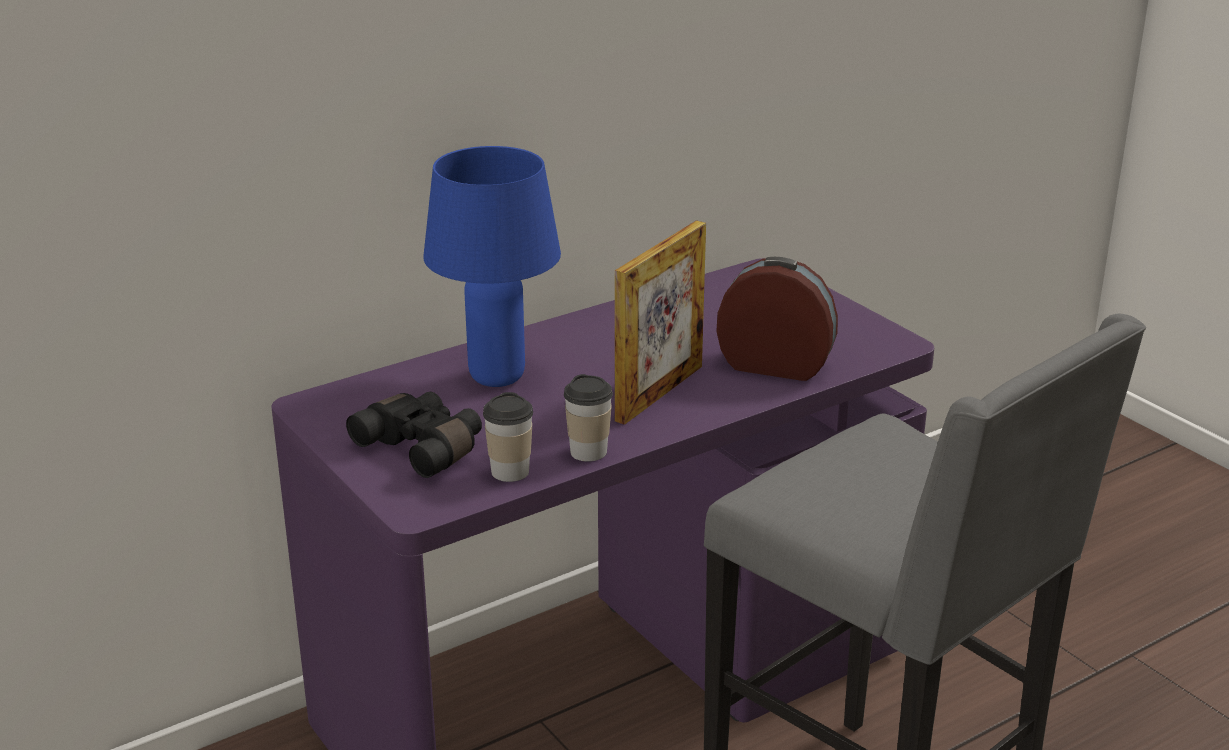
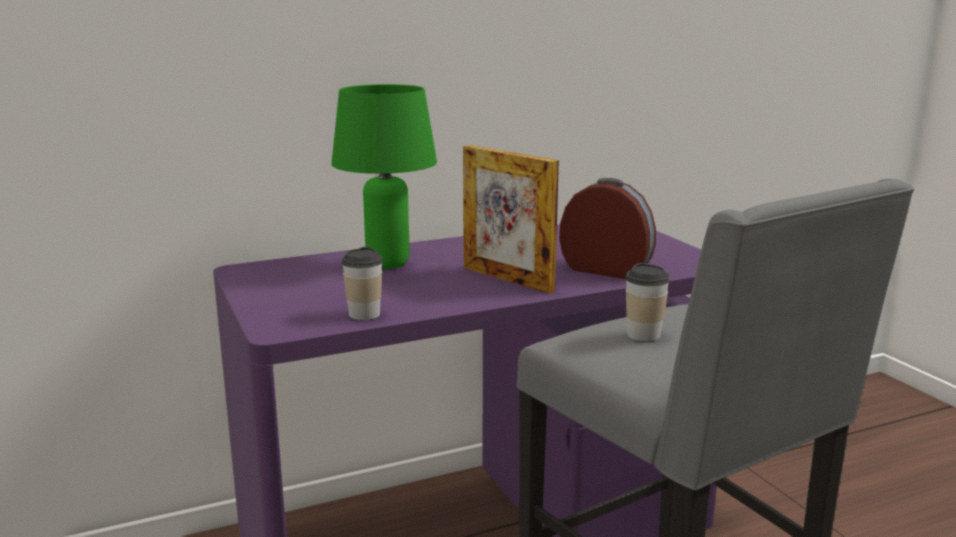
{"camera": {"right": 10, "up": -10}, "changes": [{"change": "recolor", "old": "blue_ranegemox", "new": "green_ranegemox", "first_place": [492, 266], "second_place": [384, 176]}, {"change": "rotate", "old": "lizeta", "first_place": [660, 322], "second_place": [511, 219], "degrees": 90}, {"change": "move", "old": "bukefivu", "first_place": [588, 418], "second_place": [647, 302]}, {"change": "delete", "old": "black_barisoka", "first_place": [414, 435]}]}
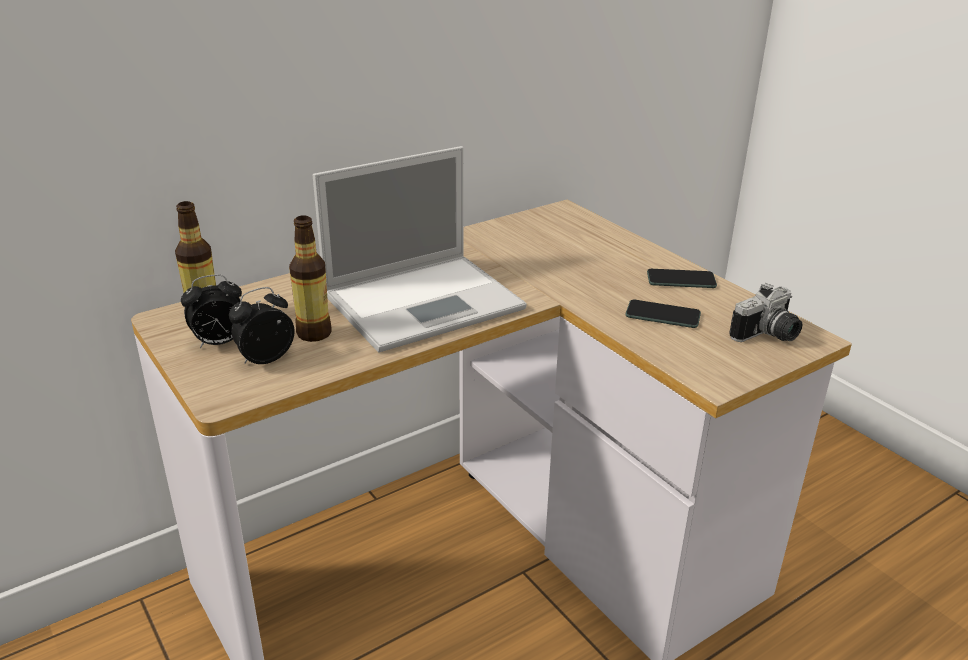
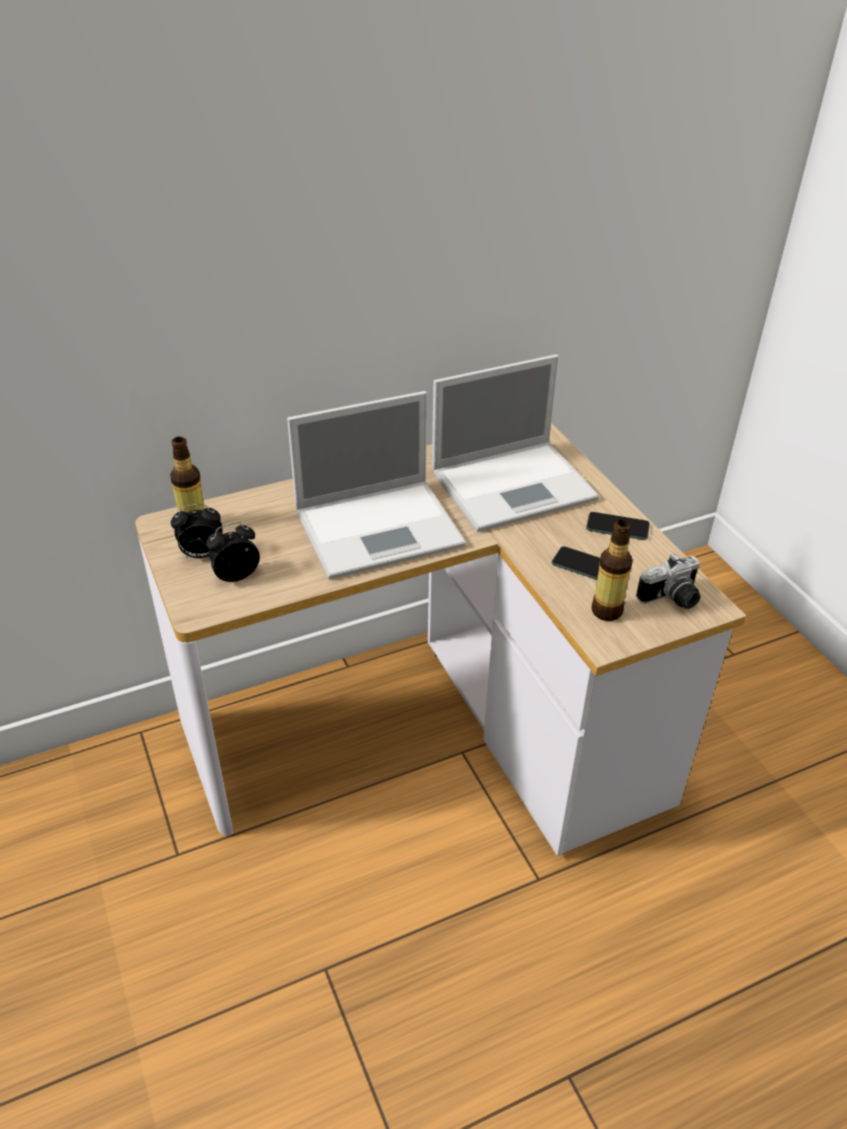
{"camera": {"right": 10, "up": 10}, "changes": [{"change": "move", "old": "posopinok", "first_place": [310, 278], "second_place": [612, 570]}, {"change": "insert", "new": "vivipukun", "second_place": [515, 443]}]}
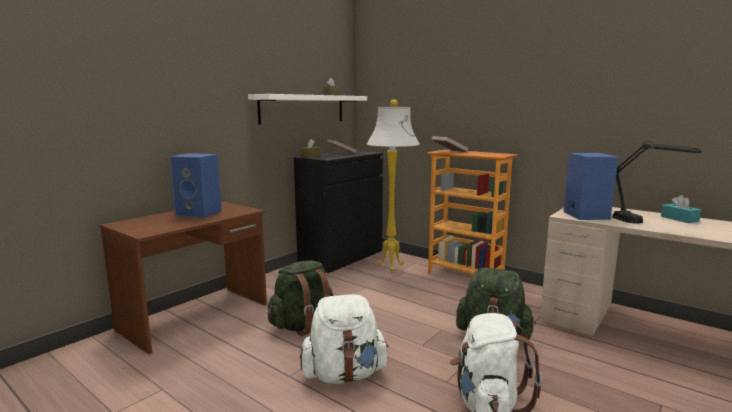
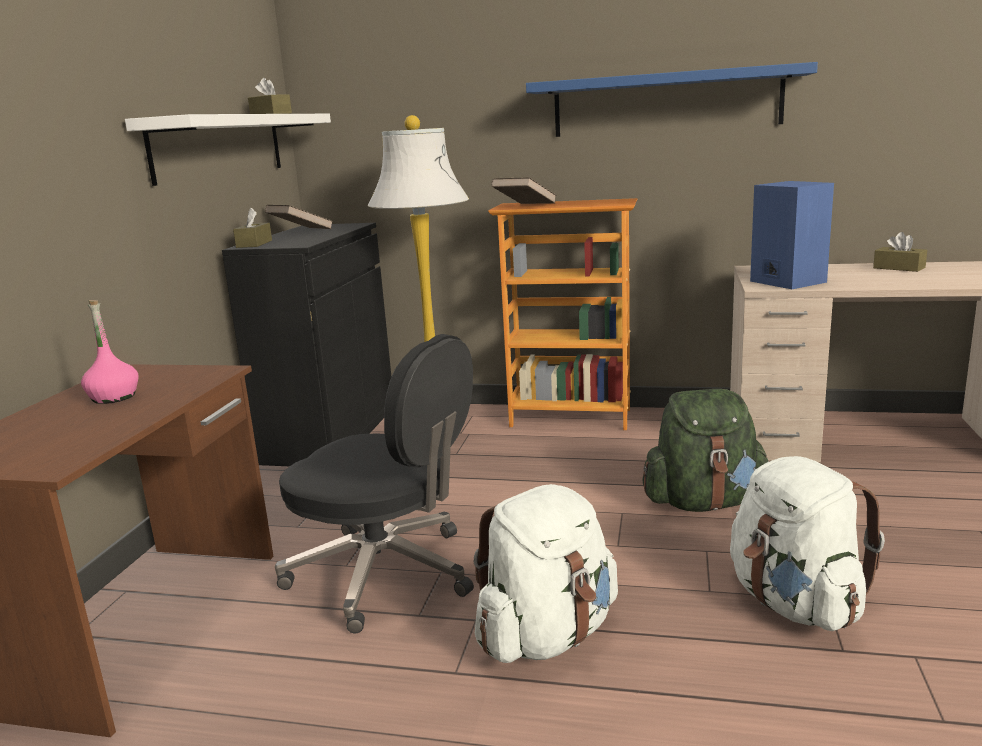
{"camera": {"right": -25, "up": 5}, "changes": [{"change": "delete", "old": "black_ranegemox", "first_place": [657, 182]}, {"change": "replace", "old": "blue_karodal", "new": "pink_posopinok", "first_place": [196, 185], "second_place": [110, 352]}, {"change": "recolor", "old": "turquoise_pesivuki", "new": "brown_pesivuki", "first_place": [681, 209], "second_place": [900, 252]}, {"change": "replace", "old": "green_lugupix", "new": "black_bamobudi", "first_place": [300, 298], "second_place": [374, 483]}, {"change": "insert", "new": "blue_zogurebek", "second_place": [672, 99]}]}
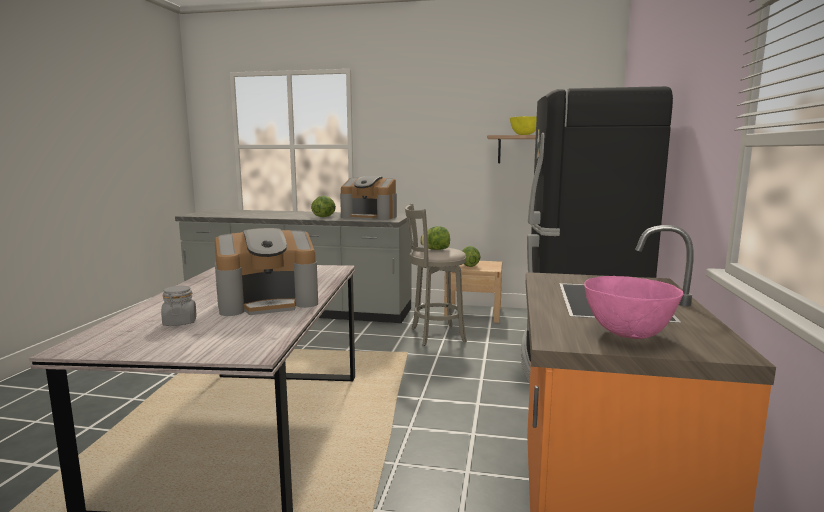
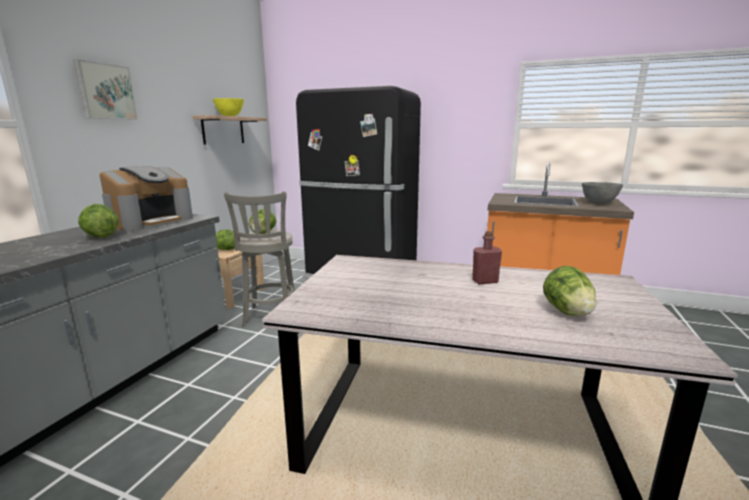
{"camera": {"right": -80, "up": 5}, "changes": [{"change": "replace", "old": "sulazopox", "new": "red_posopinok", "first_place": [266, 272], "second_place": [487, 257]}, {"change": "recolor", "old": "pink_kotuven", "new": "grey_kotuven", "first_place": [633, 307], "second_place": [602, 193]}, {"change": "replace", "old": "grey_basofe", "new": "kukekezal", "first_place": [179, 306], "second_place": [569, 291]}, {"change": "insert", "new": "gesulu", "second_place": [105, 89]}]}
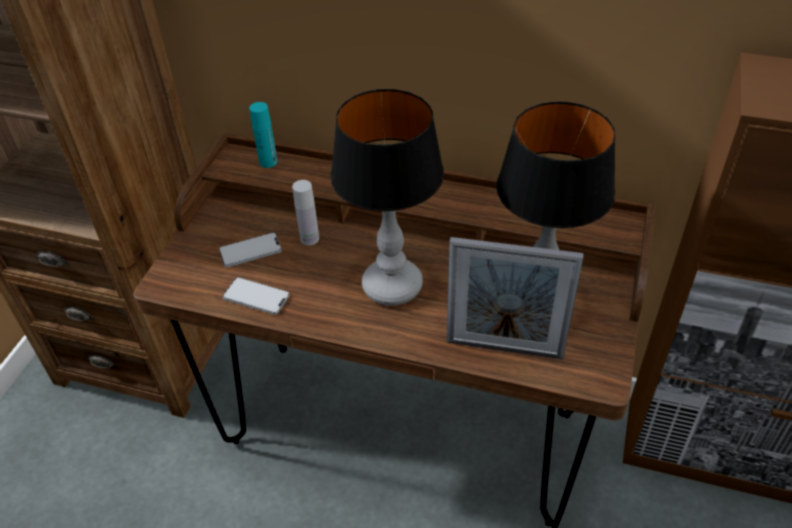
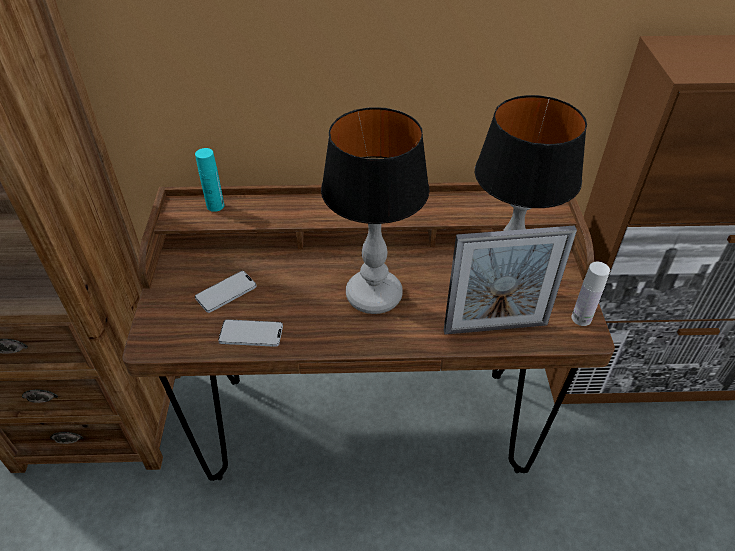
{"camera": {"right": -20, "up": 0}, "changes": [{"change": "move", "old": "white_posopinok", "first_place": [305, 212], "second_place": [591, 294]}]}
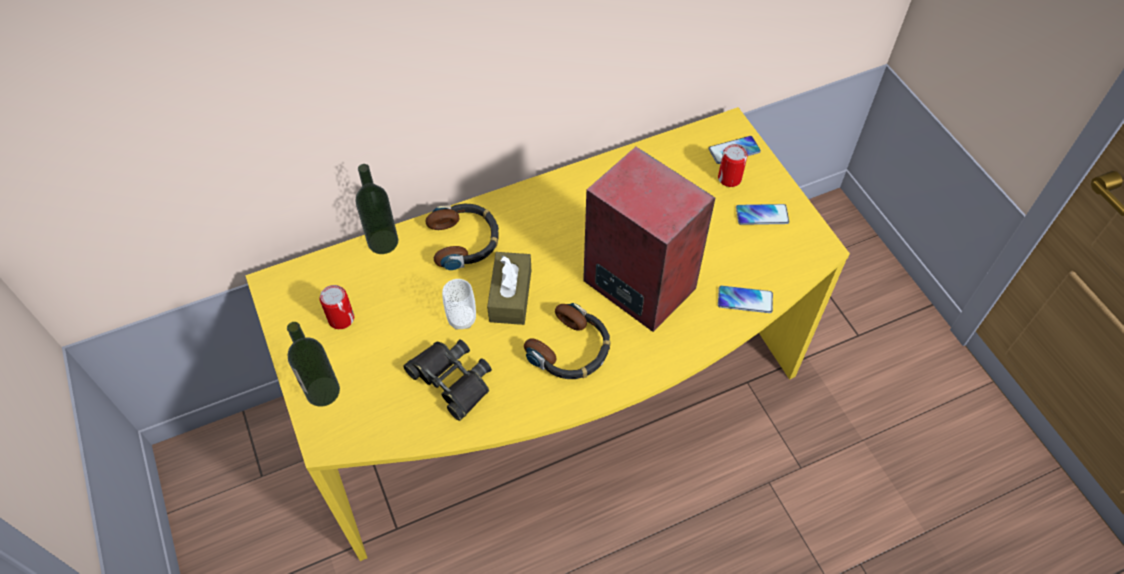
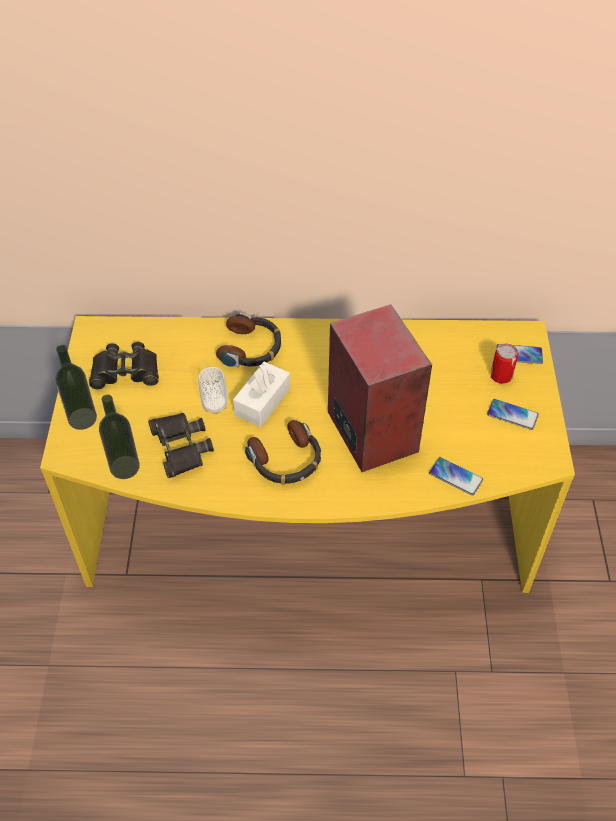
{"camera": {"right": 25, "up": -5}, "changes": [{"change": "move", "old": "posopinok", "first_place": [376, 209], "second_place": [119, 437]}, {"change": "recolor", "old": "brown_pesivuki", "new": "white_pesivuki", "first_place": [509, 288], "second_place": [261, 394]}, {"change": "replace", "old": "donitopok", "new": "black_barisoka", "first_place": [336, 307], "second_place": [124, 365]}]}
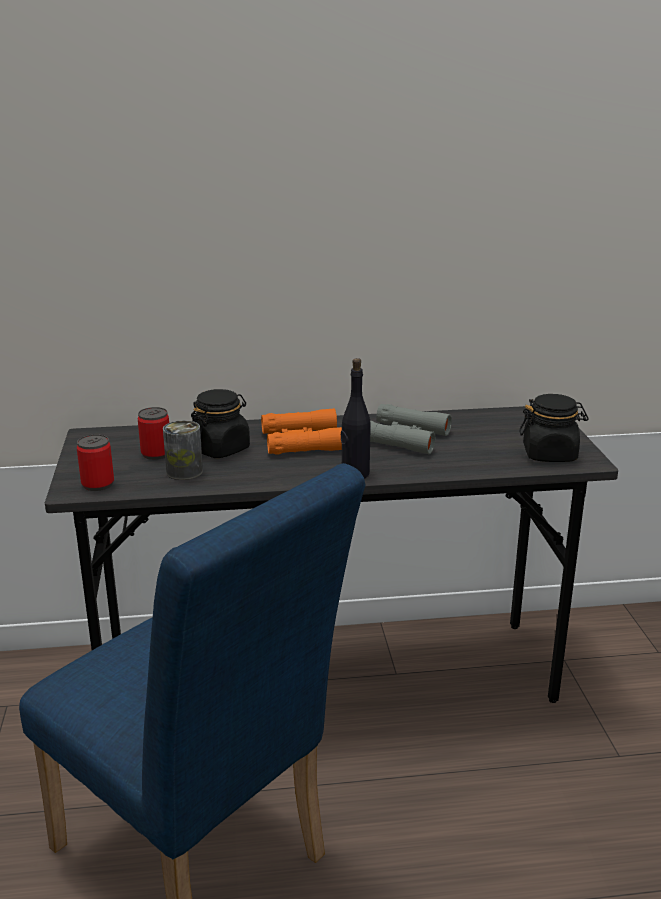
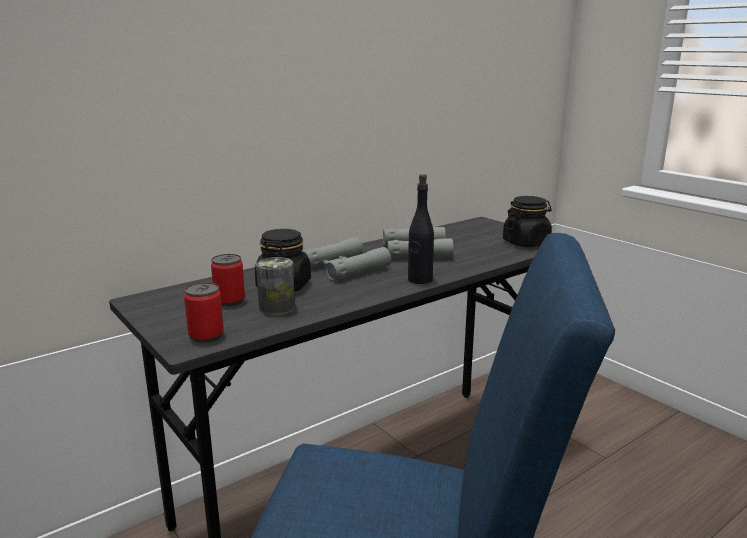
{"camera": {"right": -30, "up": -5}, "changes": [{"change": "recolor", "old": "orange_barisoka", "new": "grey_barisoka", "first_place": [301, 431], "second_place": [346, 258]}]}
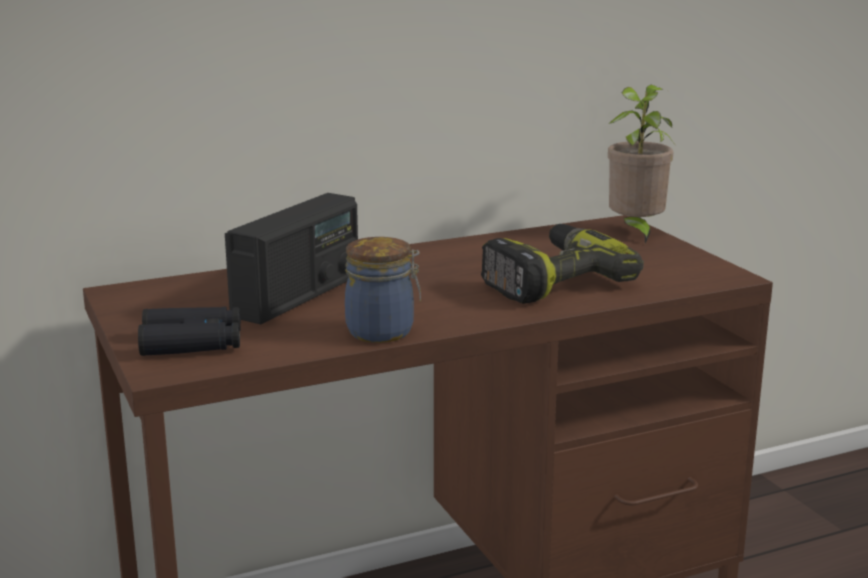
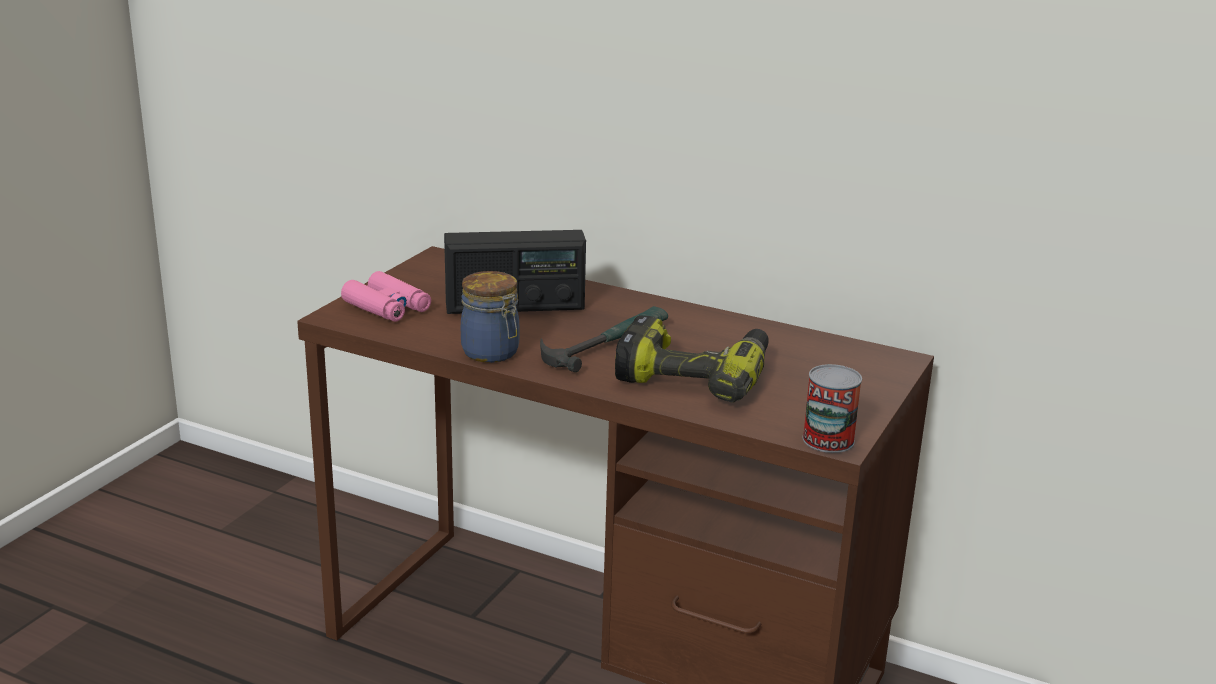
{"camera": {"right": 50, "up": 5}, "changes": [{"change": "delete", "old": "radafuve", "first_place": [641, 164]}, {"change": "recolor", "old": "black_barisoka", "new": "pink_barisoka", "first_place": [189, 331], "second_place": [386, 296]}, {"change": "insert", "new": "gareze", "second_place": [604, 339]}, {"change": "insert", "new": "donitopok", "second_place": [832, 408]}]}
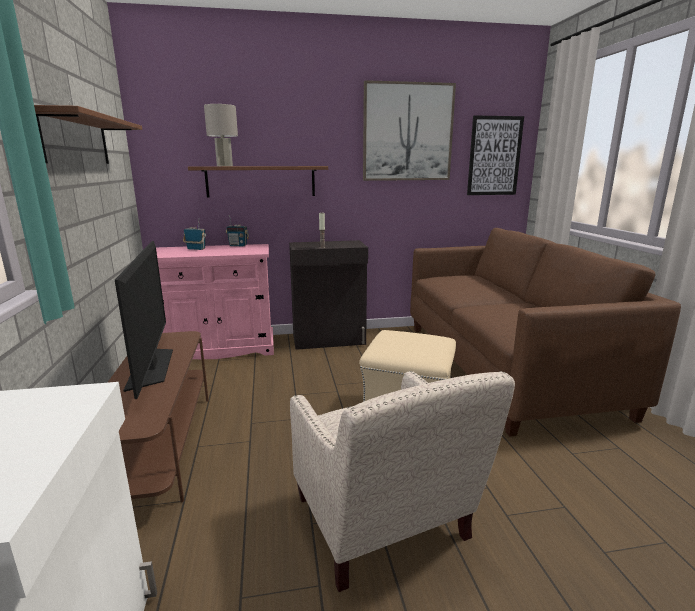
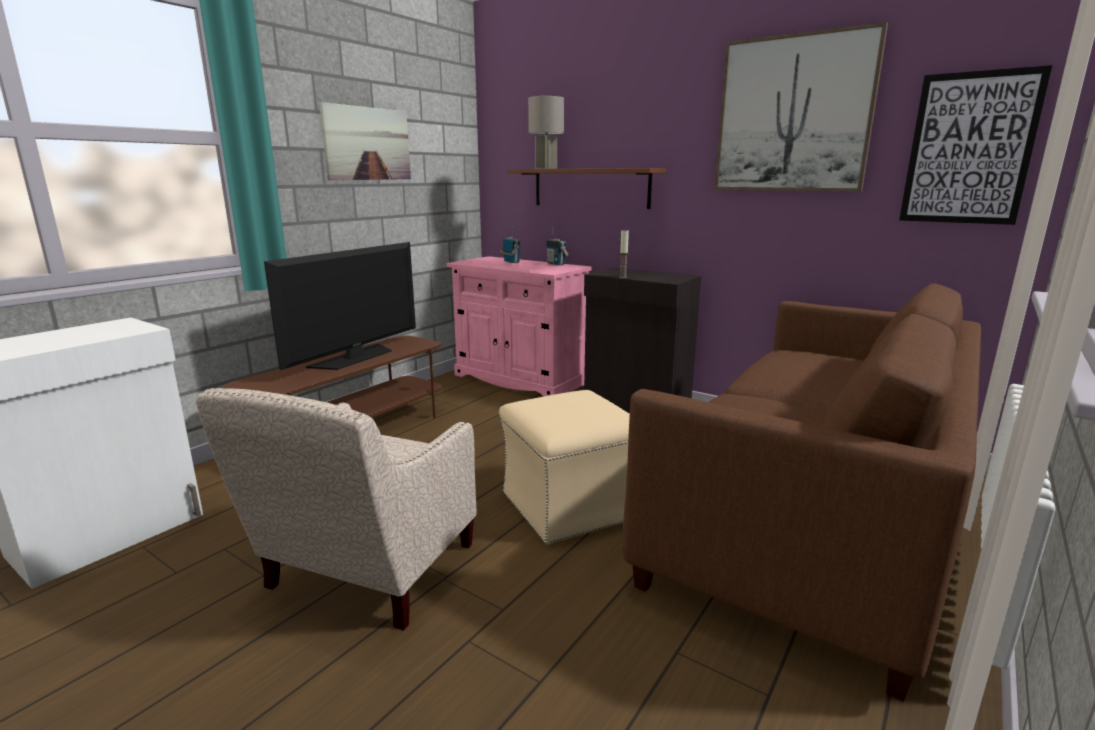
{"camera": {"right": 45, "up": 0}, "changes": [{"change": "replace", "old": "brown_zogurebek", "new": "gesulu", "first_place": [88, 134], "second_place": [365, 141]}]}
